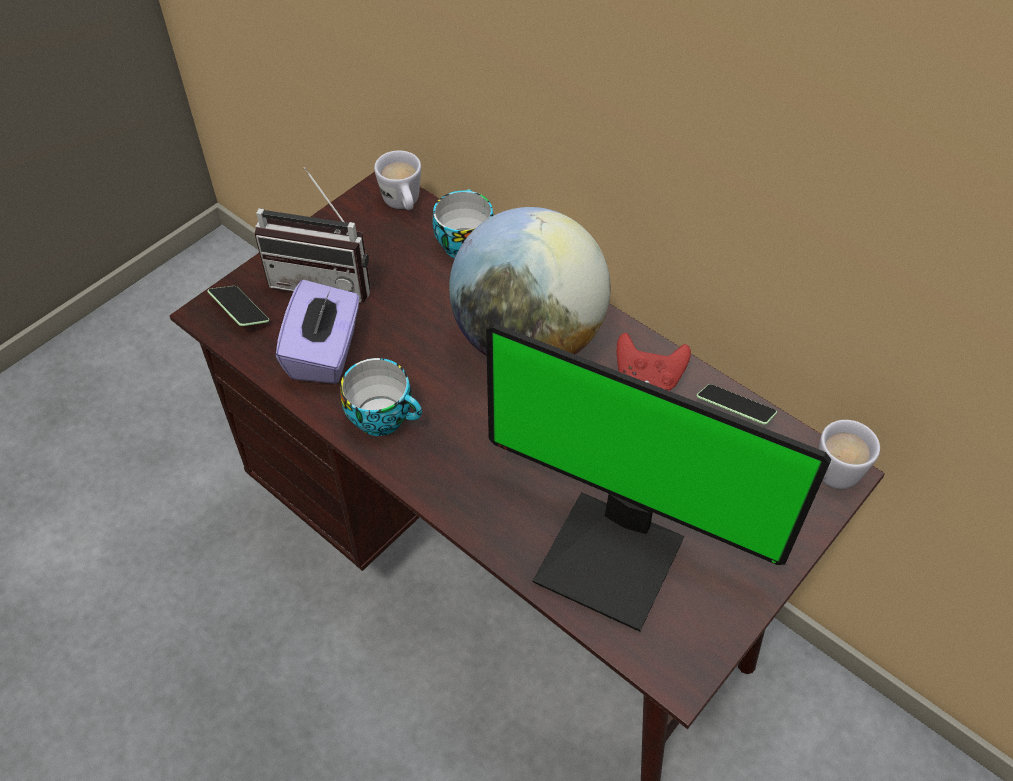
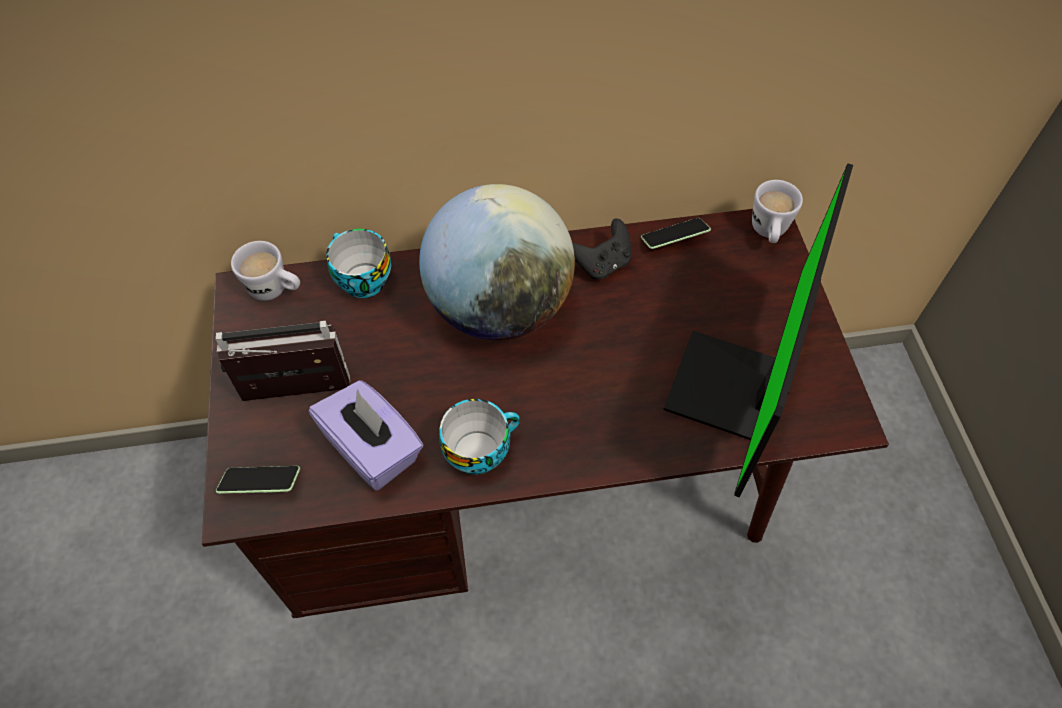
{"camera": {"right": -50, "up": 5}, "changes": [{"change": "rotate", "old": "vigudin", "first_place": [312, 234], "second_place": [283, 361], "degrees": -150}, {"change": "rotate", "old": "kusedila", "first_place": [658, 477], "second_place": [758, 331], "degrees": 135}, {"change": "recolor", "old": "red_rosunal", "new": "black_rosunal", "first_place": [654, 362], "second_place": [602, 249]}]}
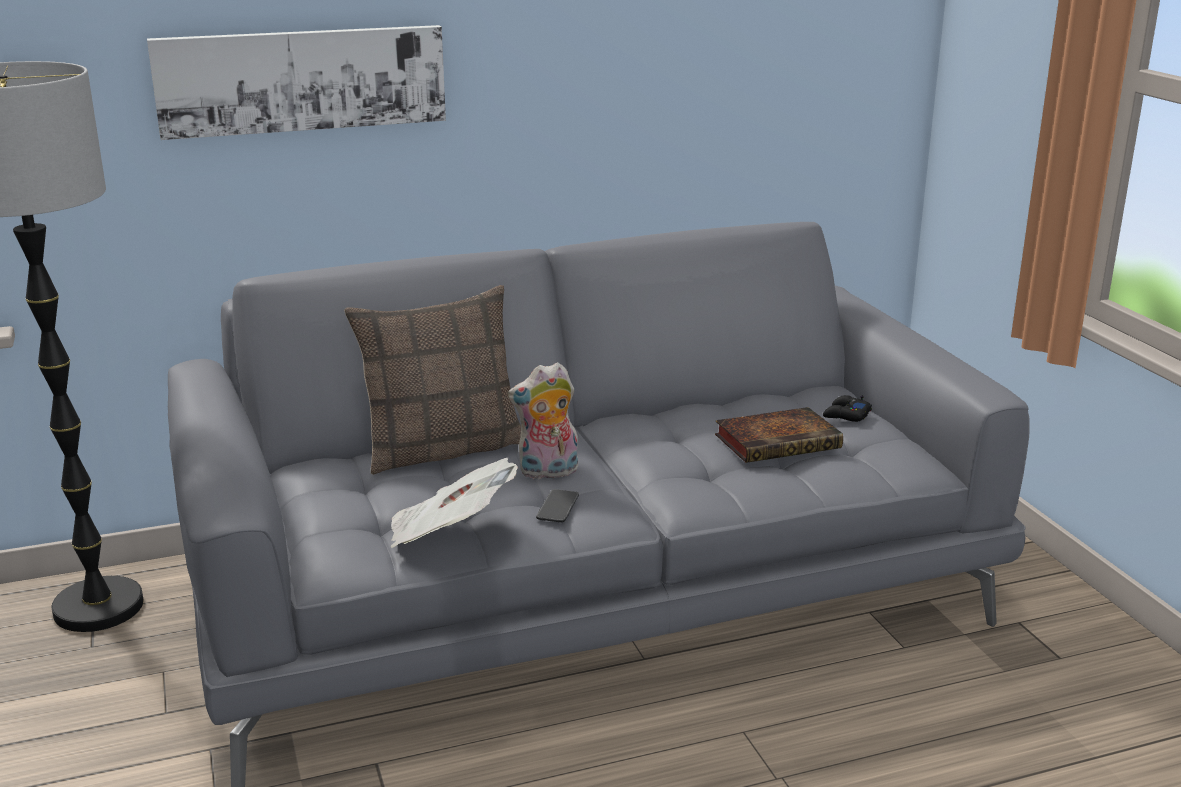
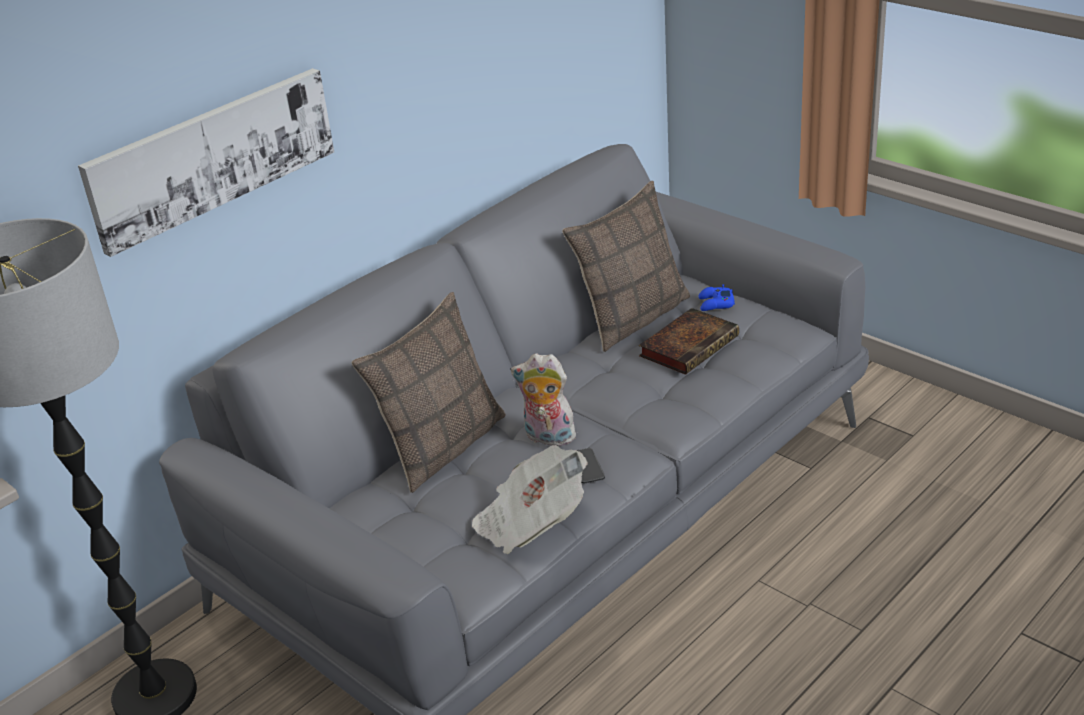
{"camera": {"right": -25, "up": 10}, "changes": [{"change": "rotate", "old": "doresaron", "first_place": [543, 420], "second_place": [545, 399], "degrees": 60}, {"change": "recolor", "old": "black_rosunal", "new": "blue_rosunal", "first_place": [847, 408], "second_place": [716, 297]}, {"change": "insert", "new": "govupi", "second_place": [626, 266]}]}
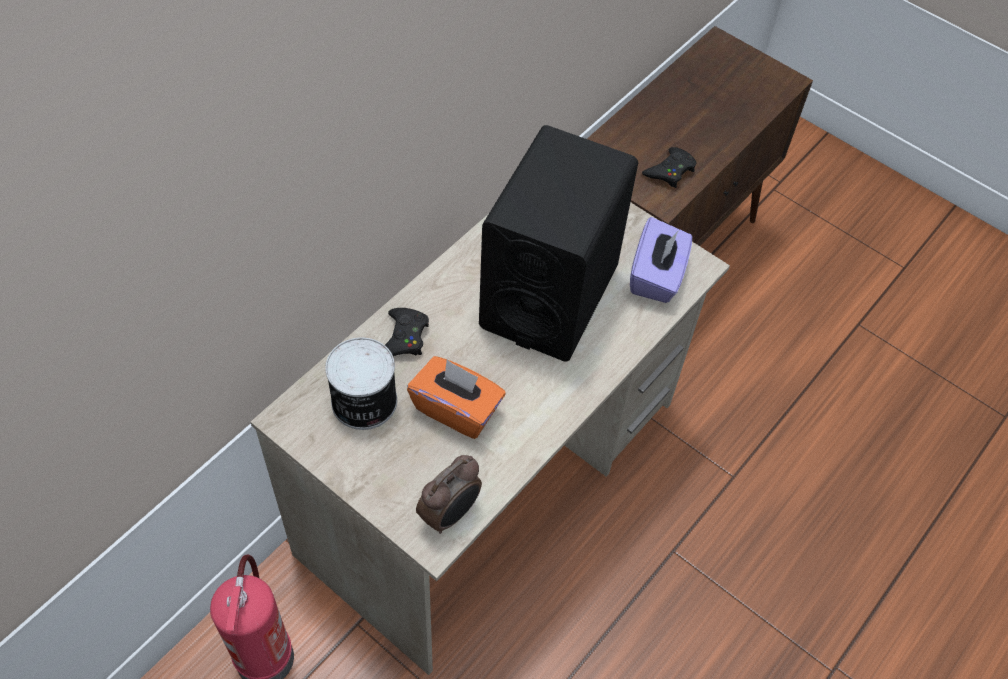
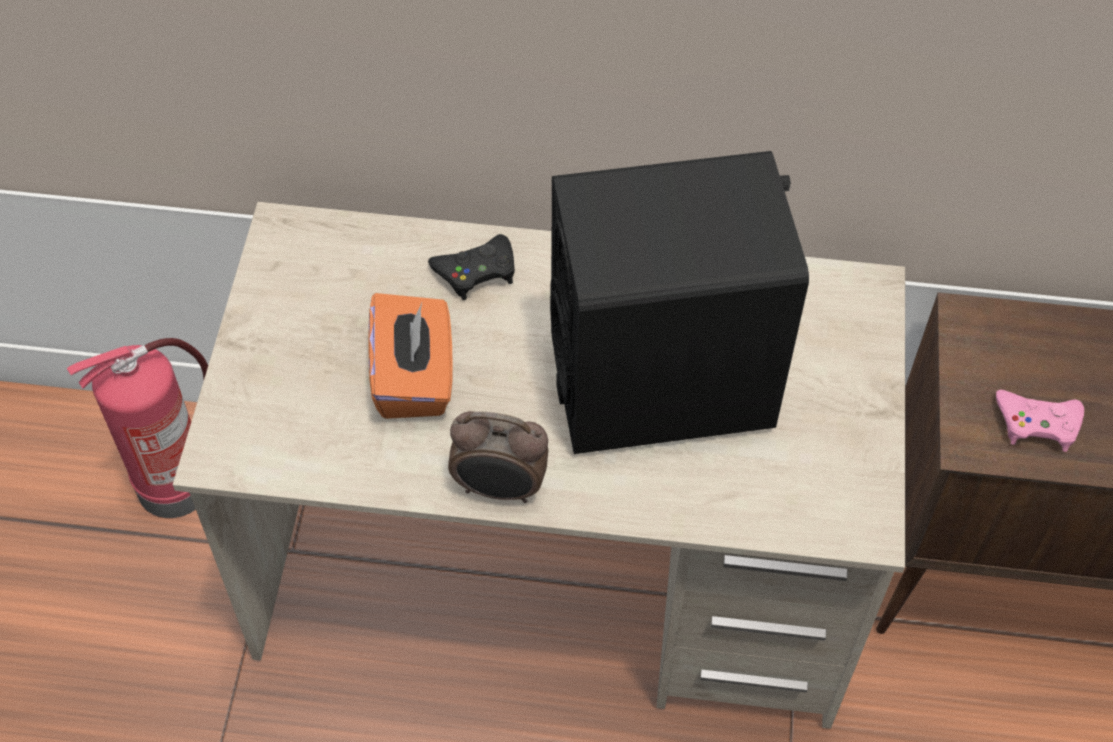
{"camera": {"right": 60, "up": 0}, "changes": [{"change": "recolor", "old": "black_rosunal", "new": "pink_rosunal", "first_place": [669, 167], "second_place": [1040, 421]}, {"change": "delete", "old": "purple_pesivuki", "first_place": [661, 260]}, {"change": "delete", "old": "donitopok", "first_place": [361, 383]}, {"change": "move", "old": "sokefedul", "first_place": [449, 494], "second_place": [498, 457]}]}
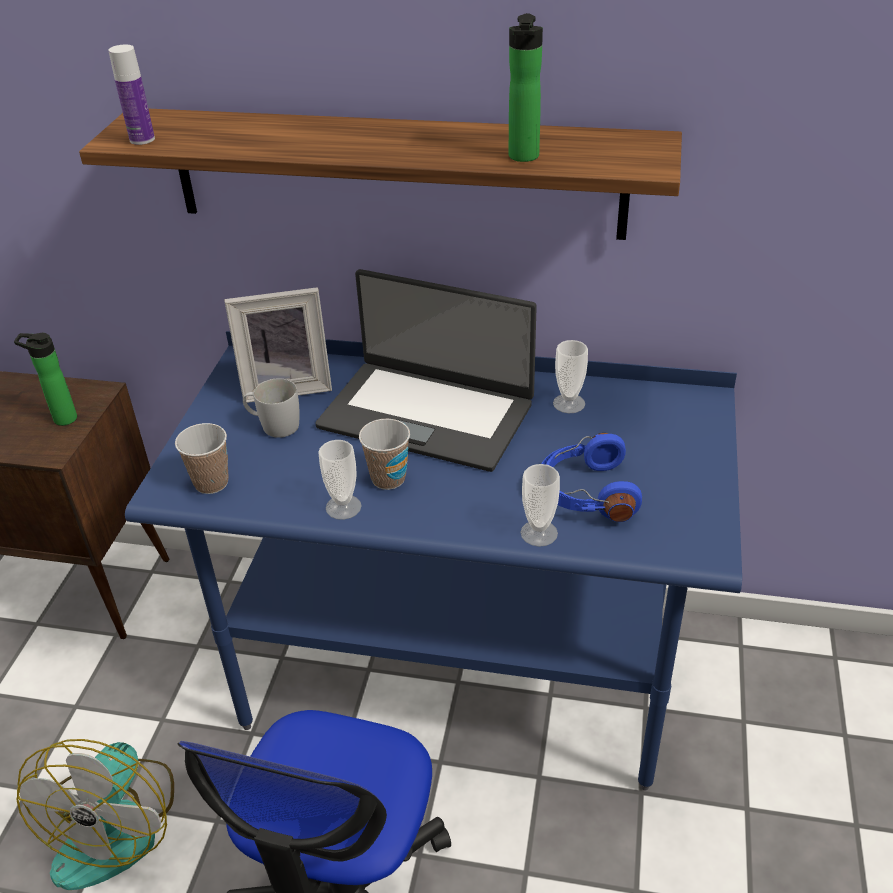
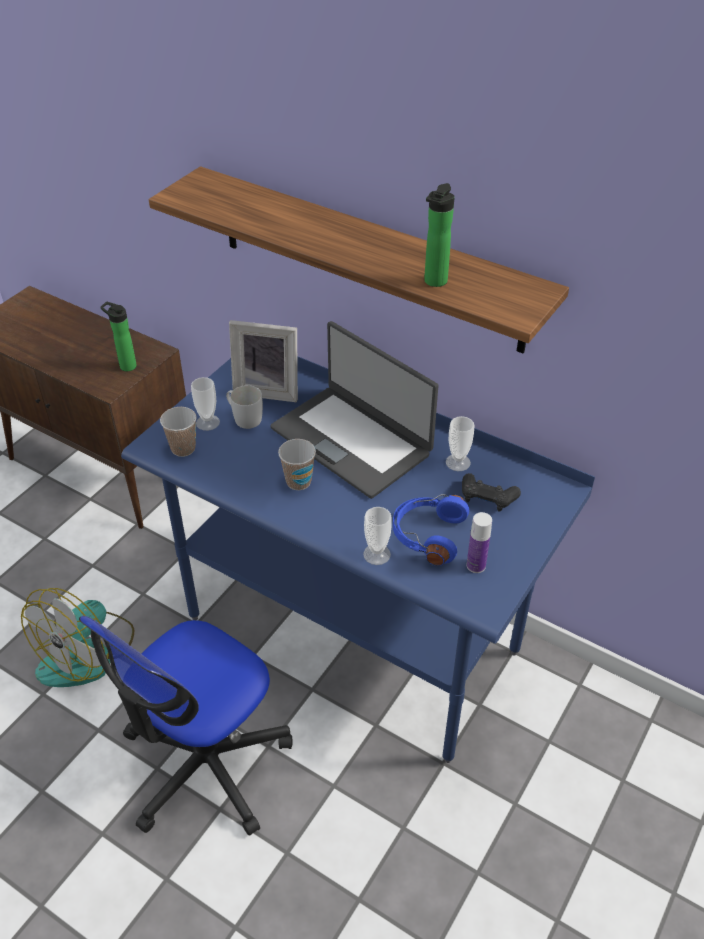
{"camera": {"right": 20, "up": 5}, "changes": [{"change": "move", "old": "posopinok", "first_place": [131, 95], "second_place": [479, 542]}, {"change": "move", "old": "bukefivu", "first_place": [340, 480], "second_place": [205, 404]}, {"change": "insert", "new": "black_rosunal", "second_place": [491, 492]}]}
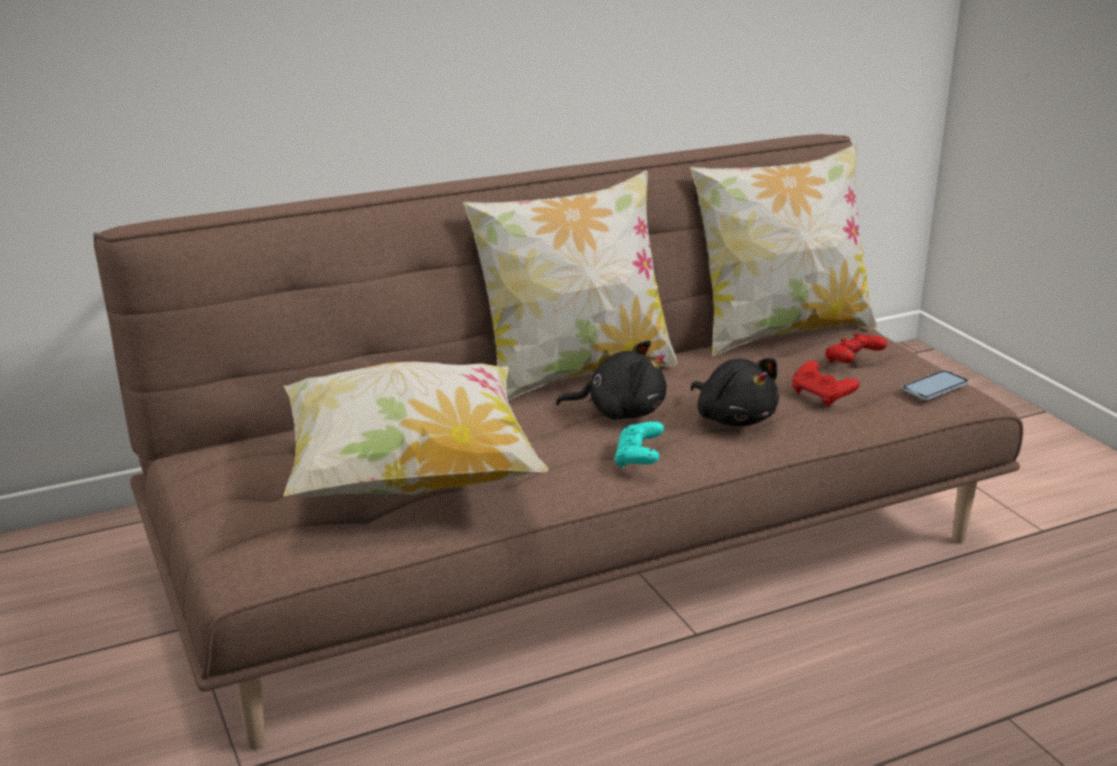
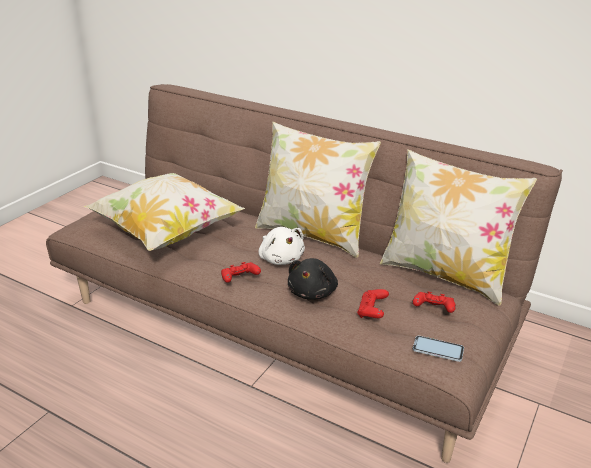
{"camera": {"right": 55, "up": 5}, "changes": [{"change": "recolor", "old": "black_doresaron", "new": "white_doresaron", "first_place": [611, 380], "second_place": [282, 246]}, {"change": "recolor", "old": "turquoise_rosunal", "new": "red_rosunal", "first_place": [639, 445], "second_place": [241, 272]}]}
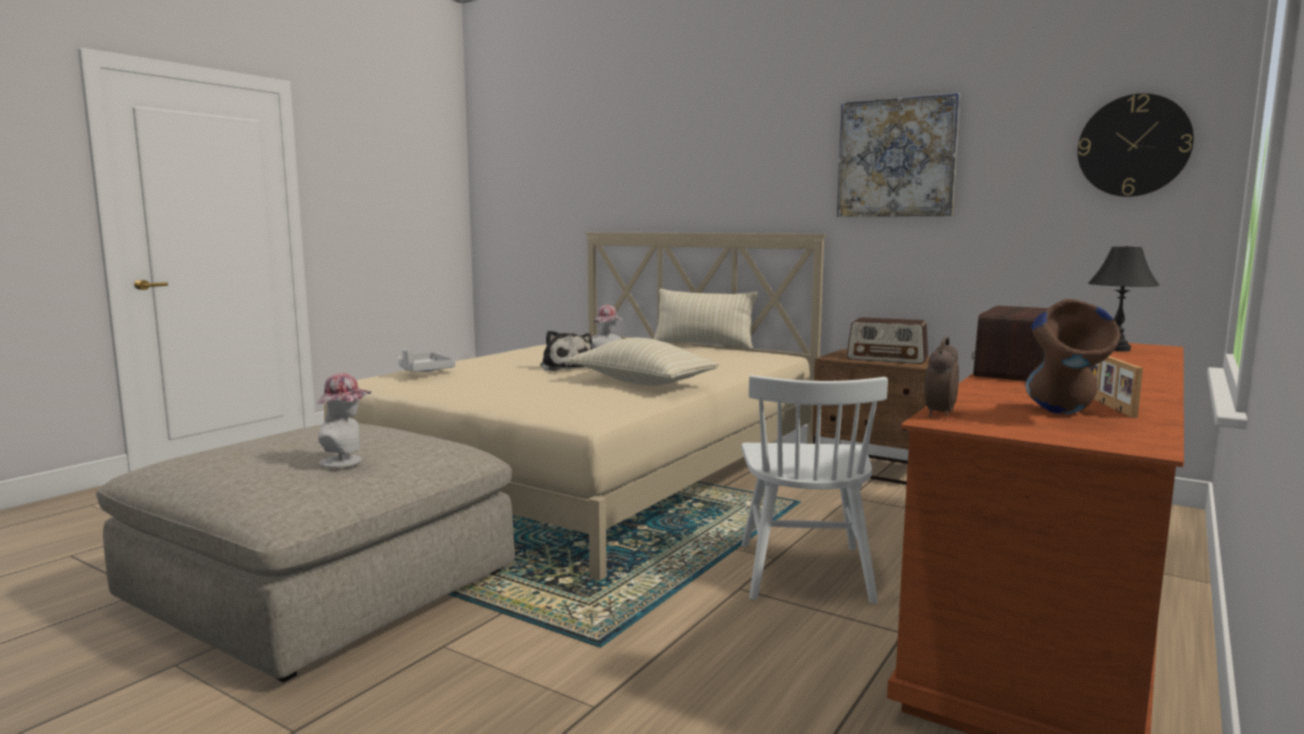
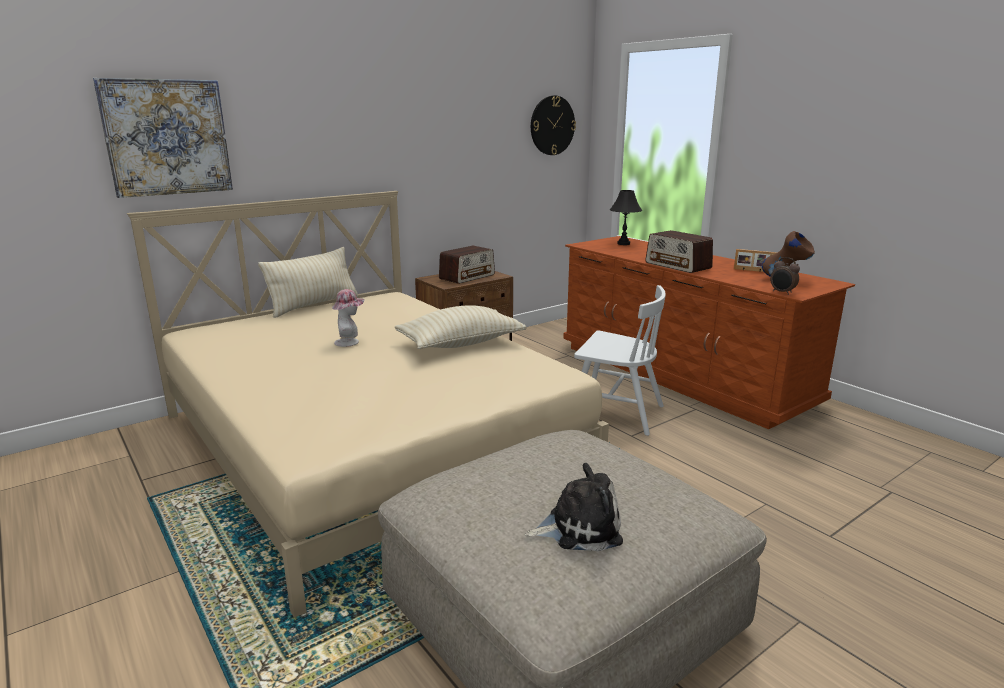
{"camera": {"right": -70, "up": 10}, "changes": [{"change": "move", "old": "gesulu", "first_place": [898, 154], "second_place": [163, 138]}, {"change": "move", "old": "doresaron", "first_place": [566, 350], "second_place": [574, 507]}, {"change": "delete", "old": "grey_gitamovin", "first_place": [426, 361]}, {"change": "delete", "old": "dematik", "first_place": [344, 420]}]}
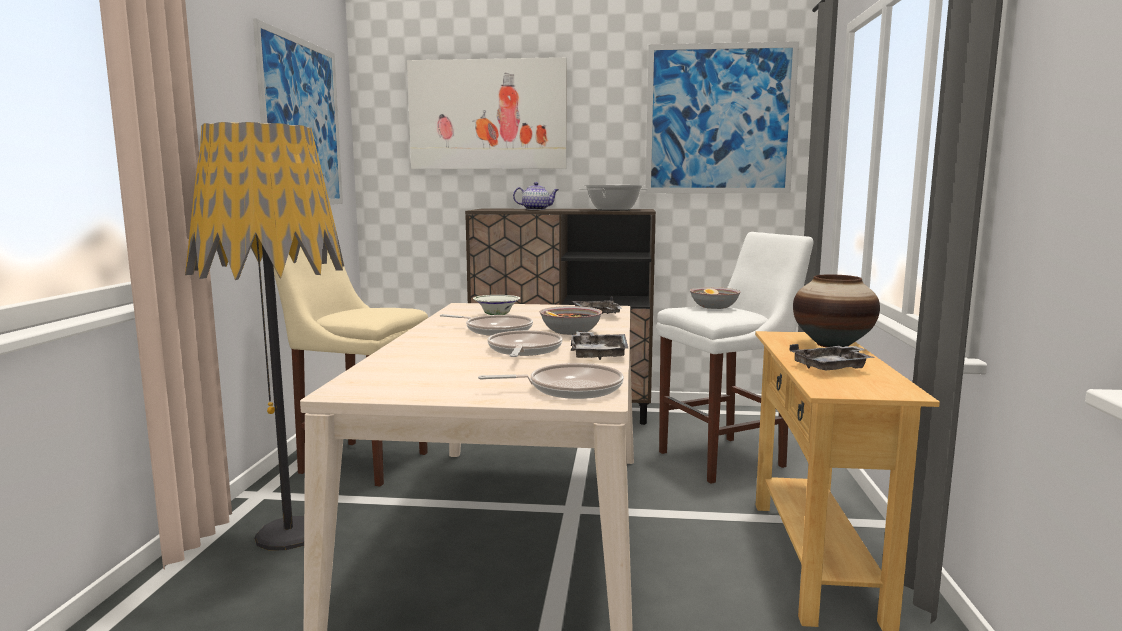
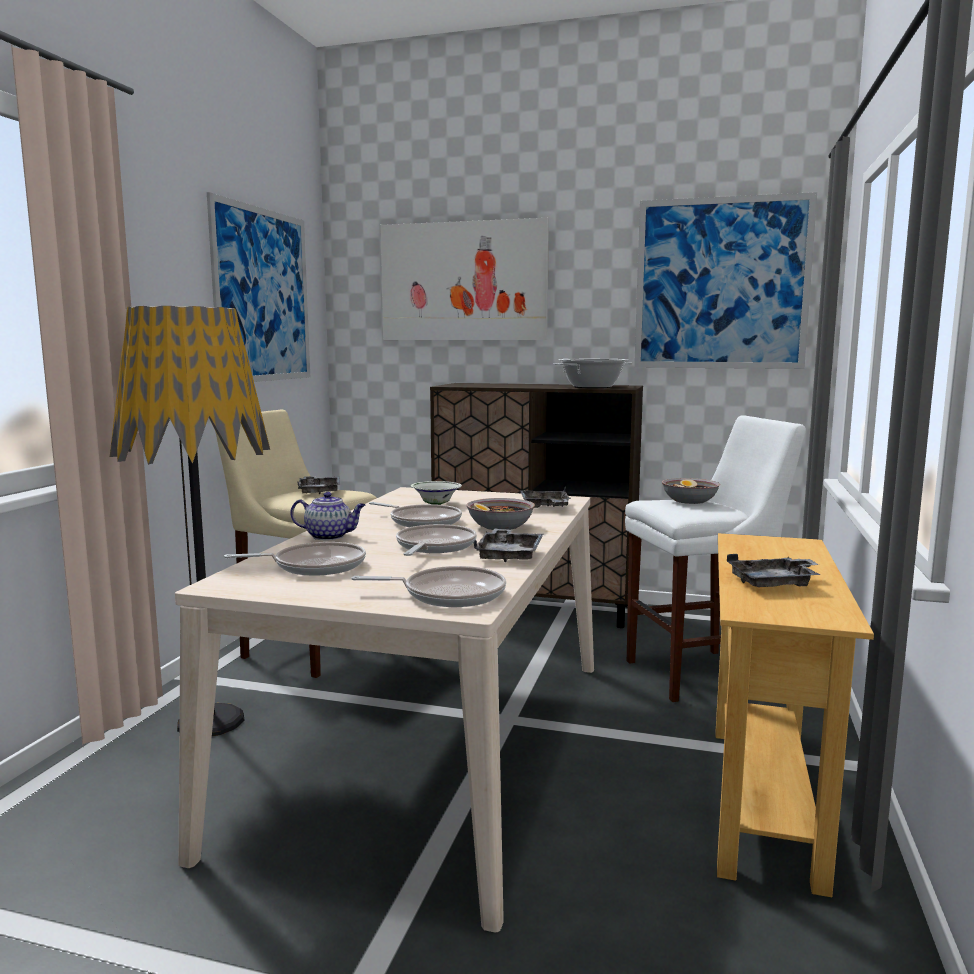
{"camera": {"right": 10, "up": 0}, "changes": [{"change": "move", "old": "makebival", "first_place": [536, 196], "second_place": [327, 516]}, {"change": "delete", "old": "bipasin", "first_place": [836, 310]}, {"change": "insert", "new": "grey_gitamovin", "second_place": [318, 485]}, {"change": "insert", "new": "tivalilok", "second_place": [295, 559]}]}
